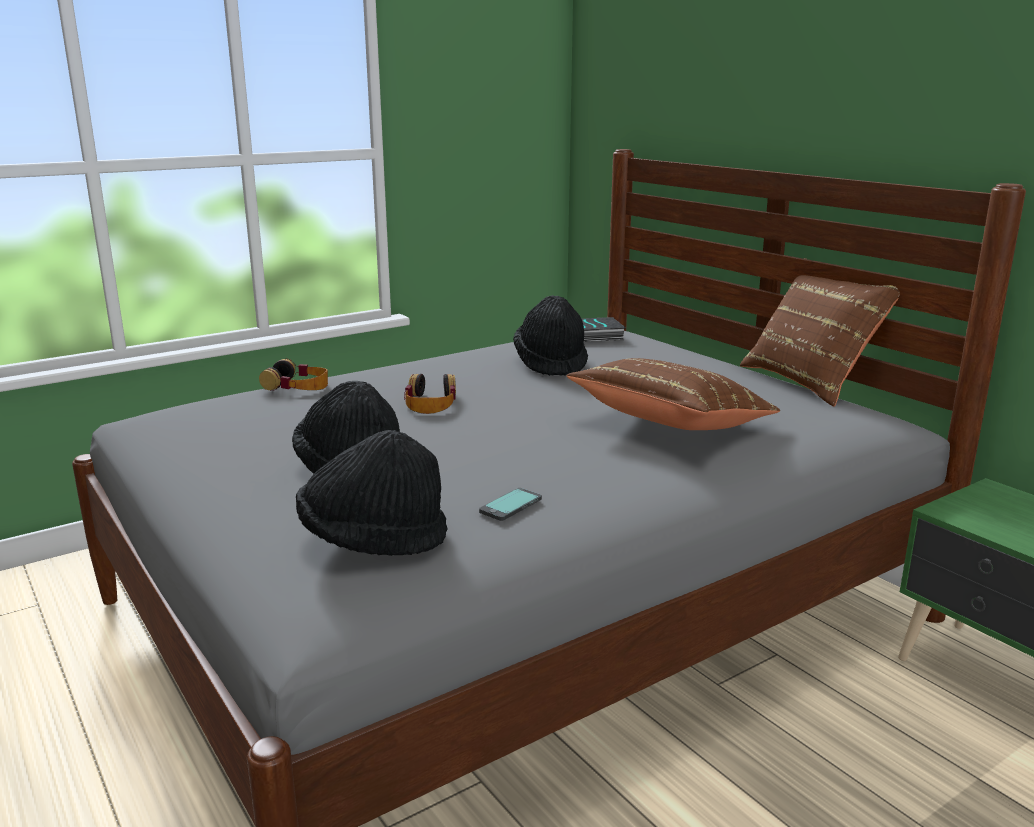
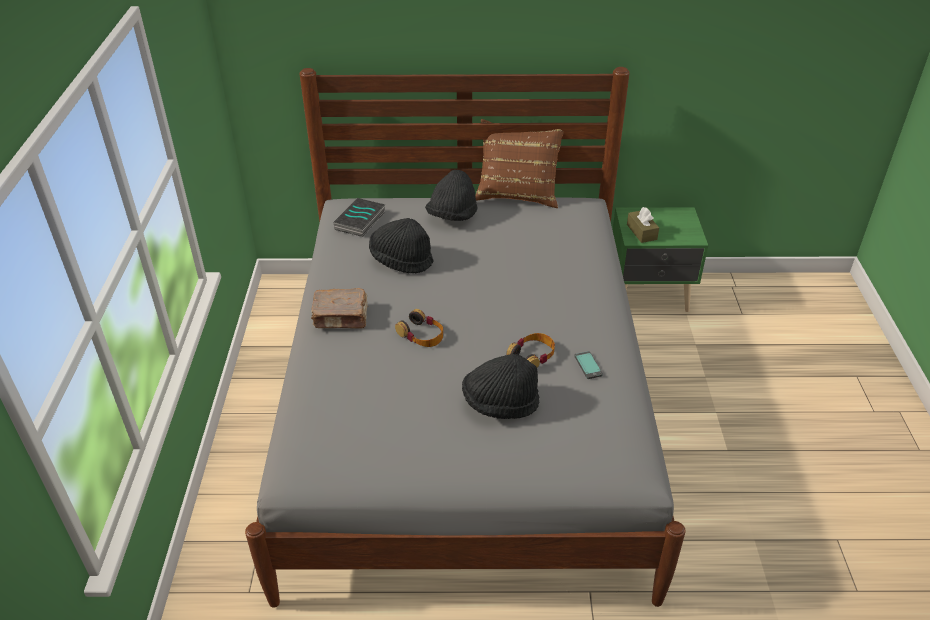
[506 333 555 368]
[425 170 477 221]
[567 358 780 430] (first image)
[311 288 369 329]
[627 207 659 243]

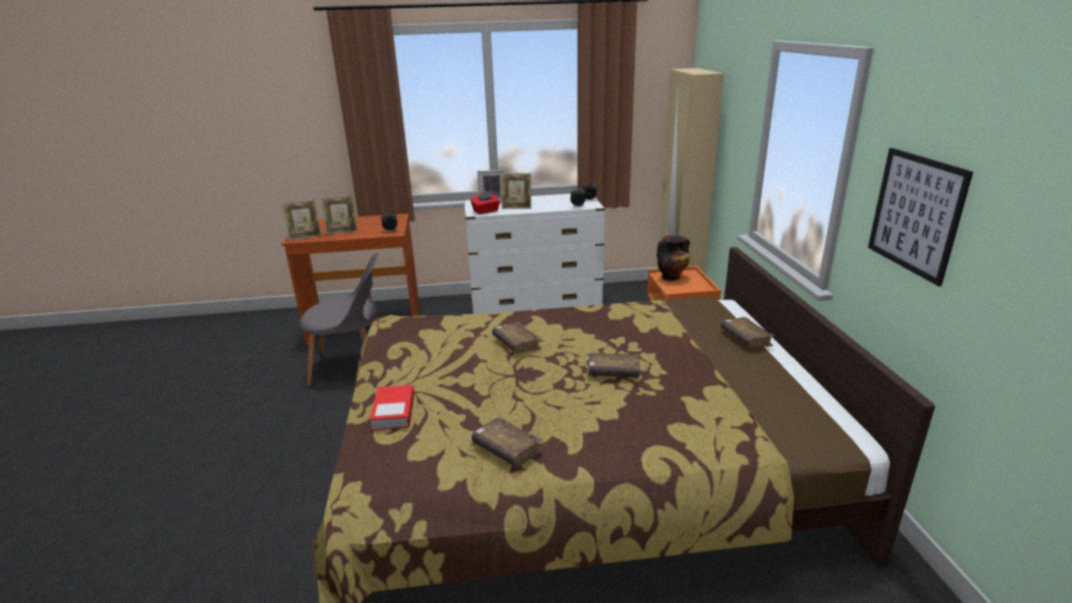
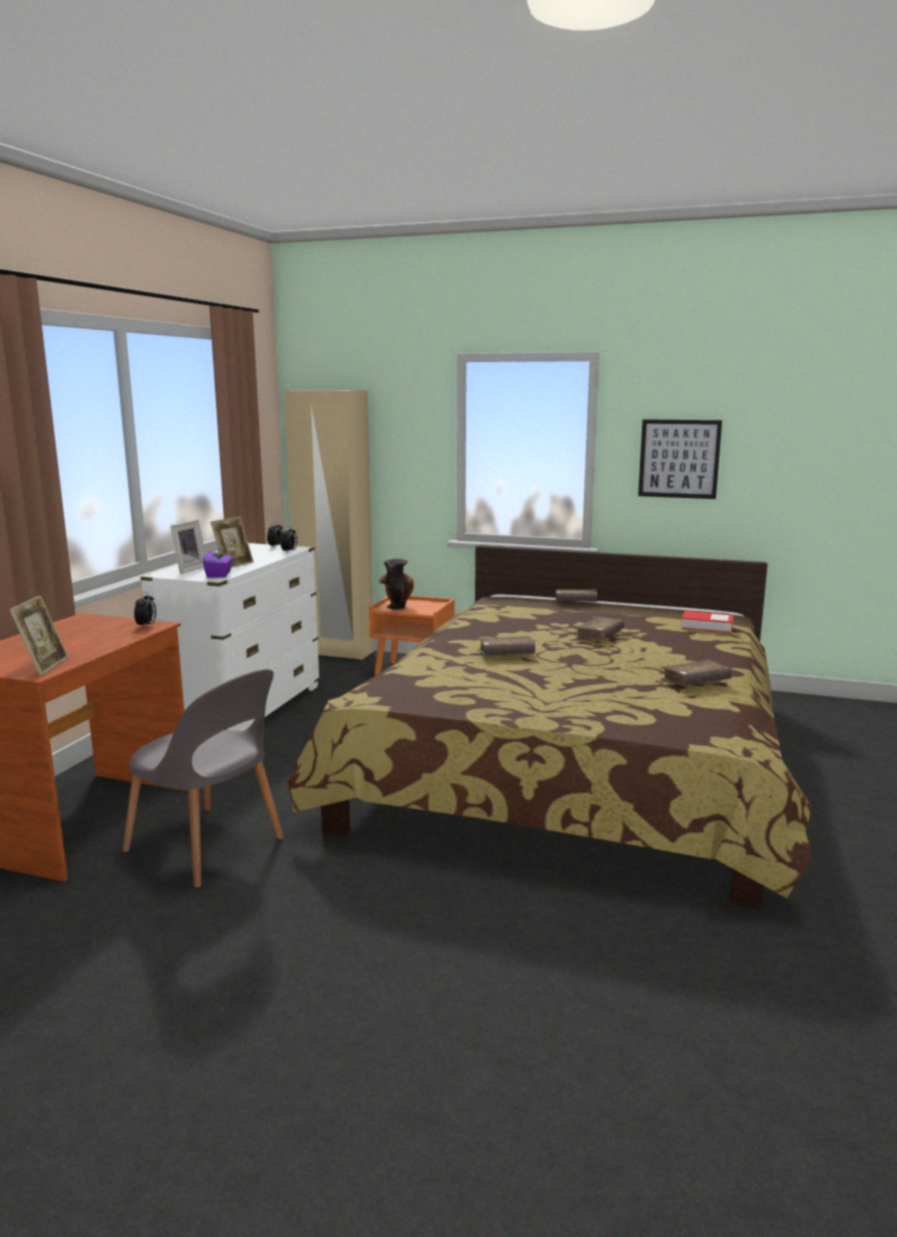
[122 669 284 888]
[321 196 358 235] (first image)
[681 611 733 633]
[203 545 233 578]

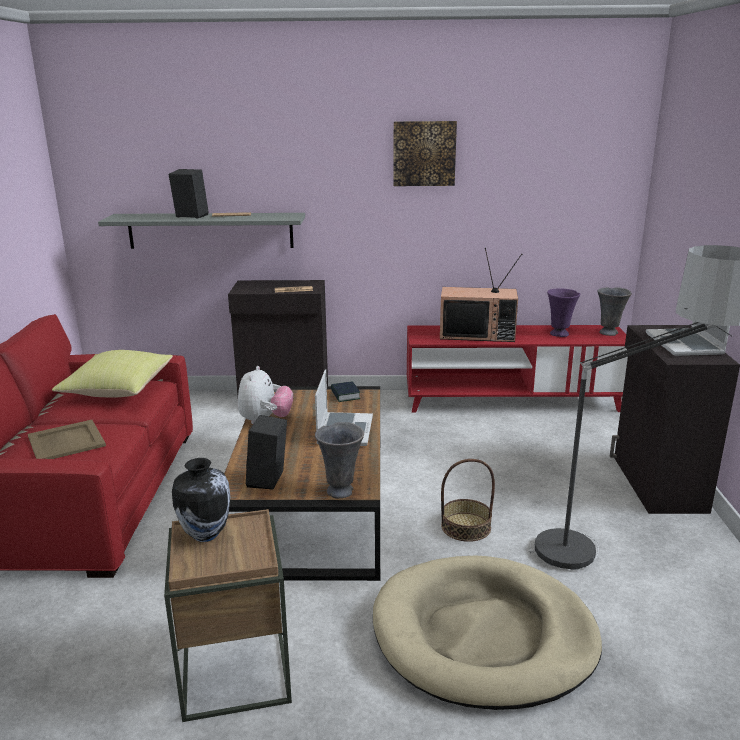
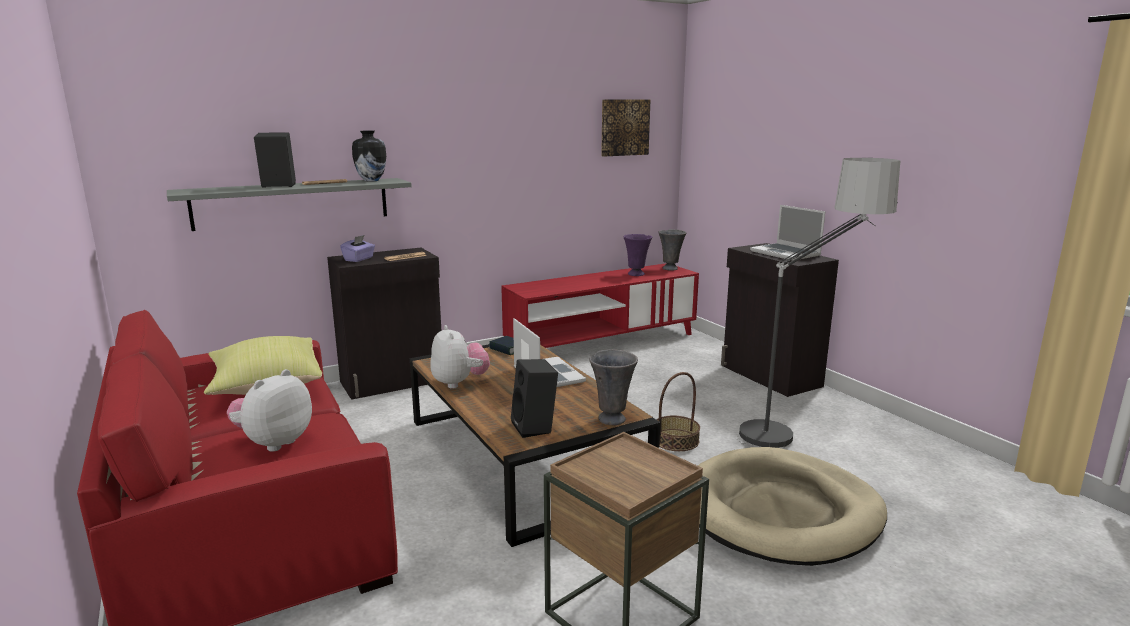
[227 369 312 452]
[352 131 386 182]
[601 99 650 157]
[440 248 522 342] (first image)
[340 235 375 262]

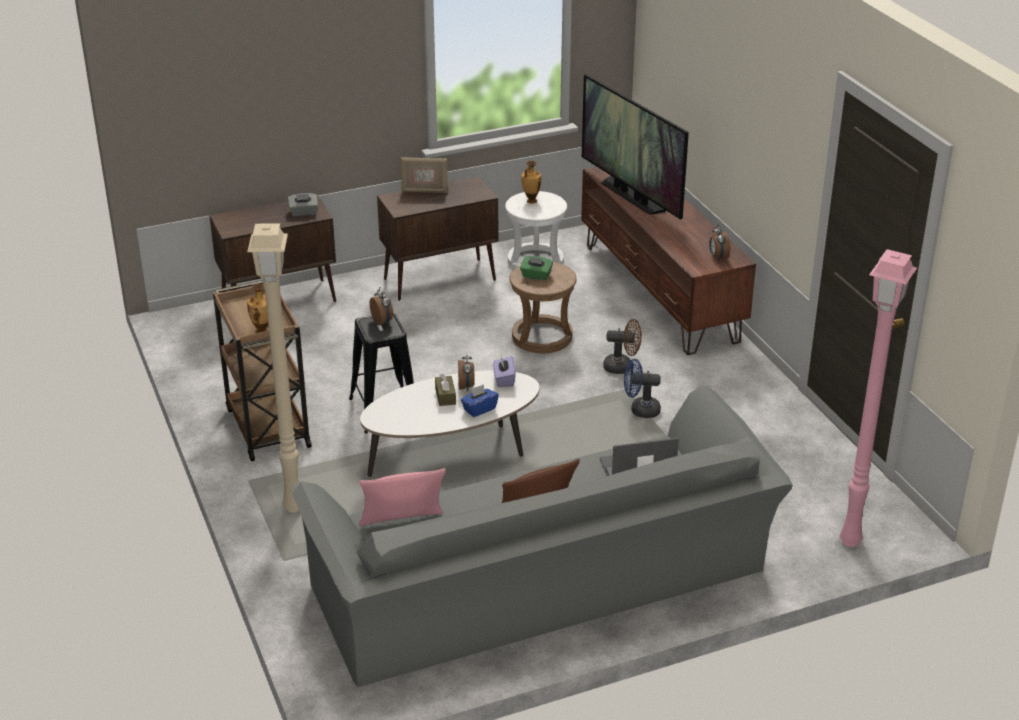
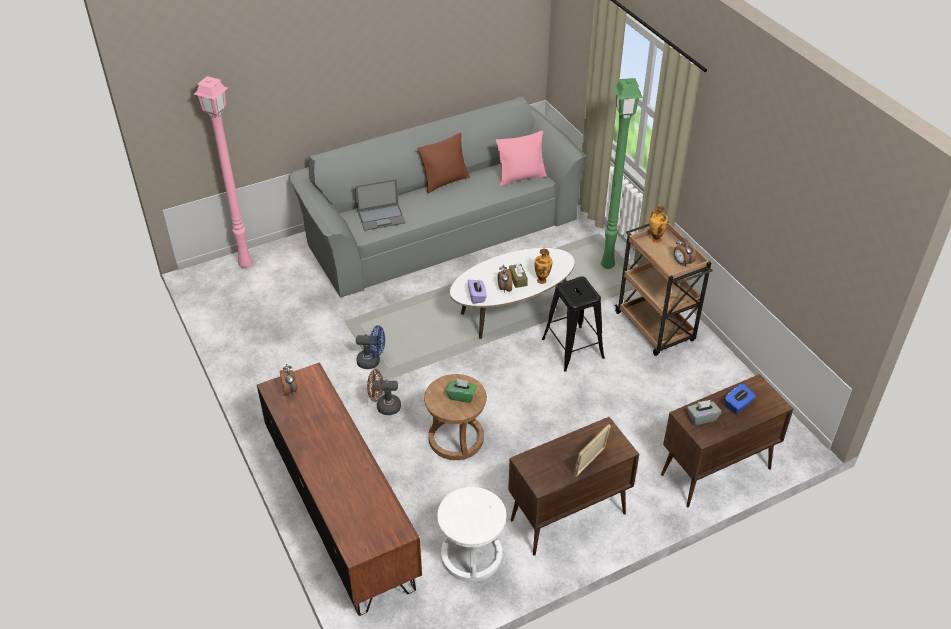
[601 78 643 269]
[674 238 696 266]
[573 424 611 477]
[724 384 756 414]
[534 249 552 284]
[582 74 689 219] (first image)

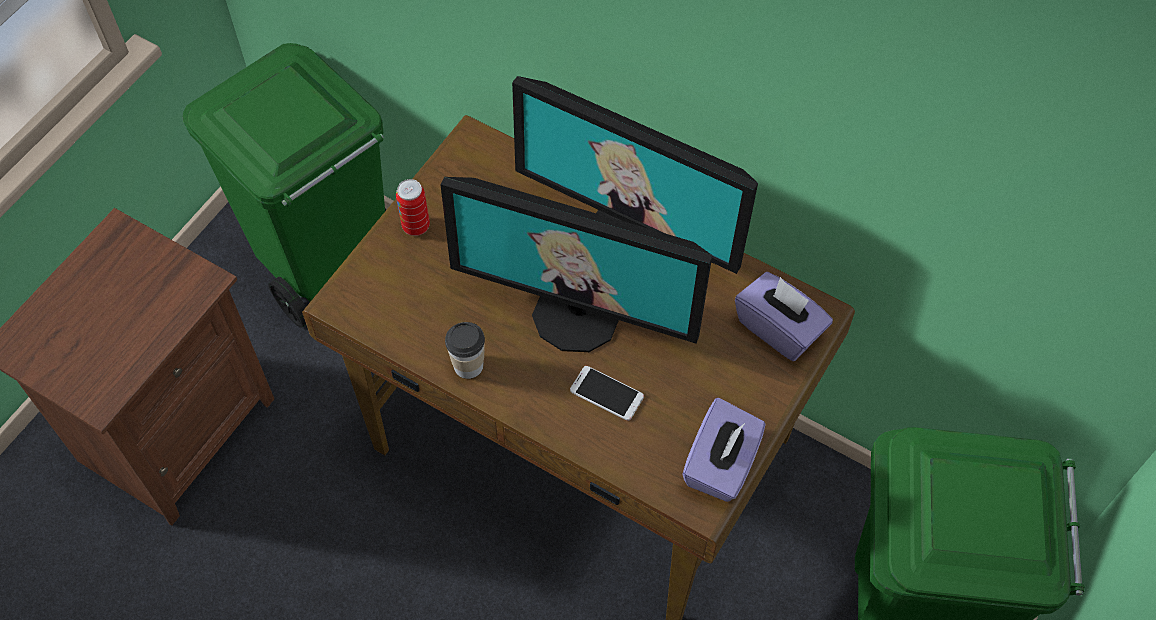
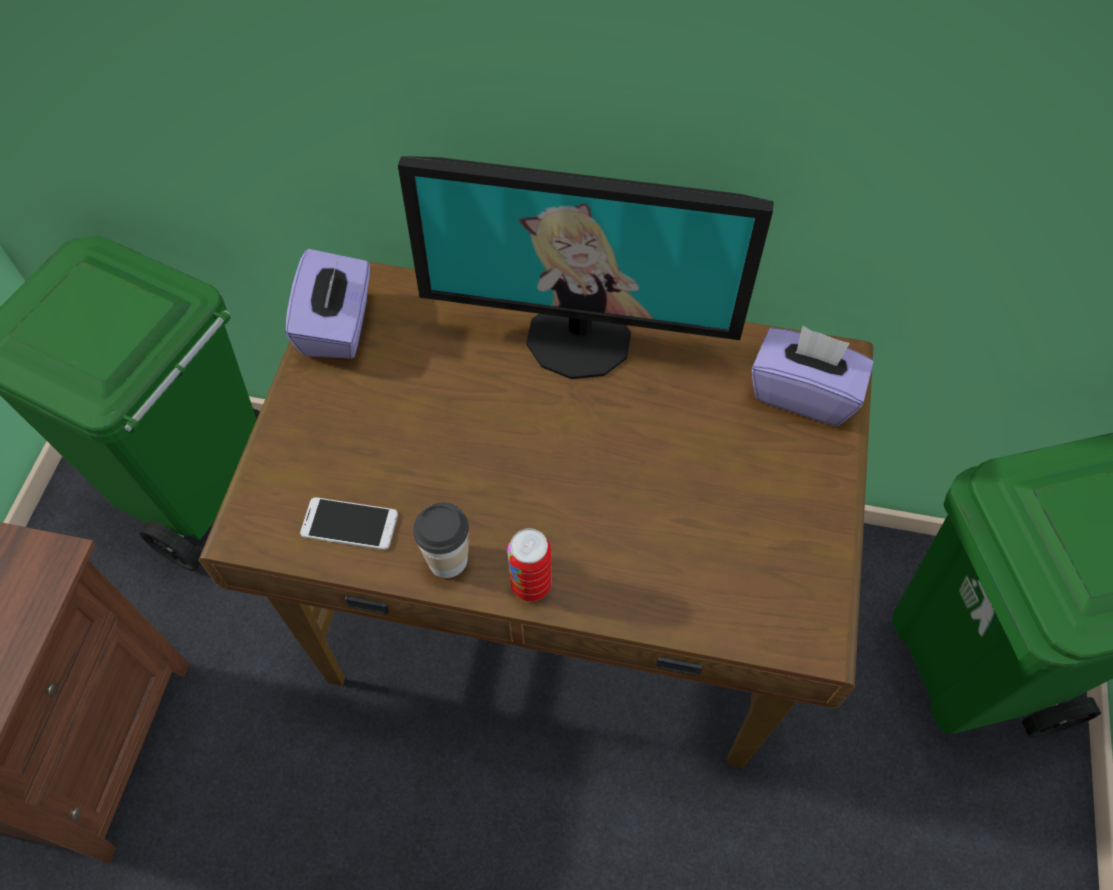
[507 528 552 601]
[440 177 712 352] (first image)
[300 497 398 550]
[286 249 370 359]

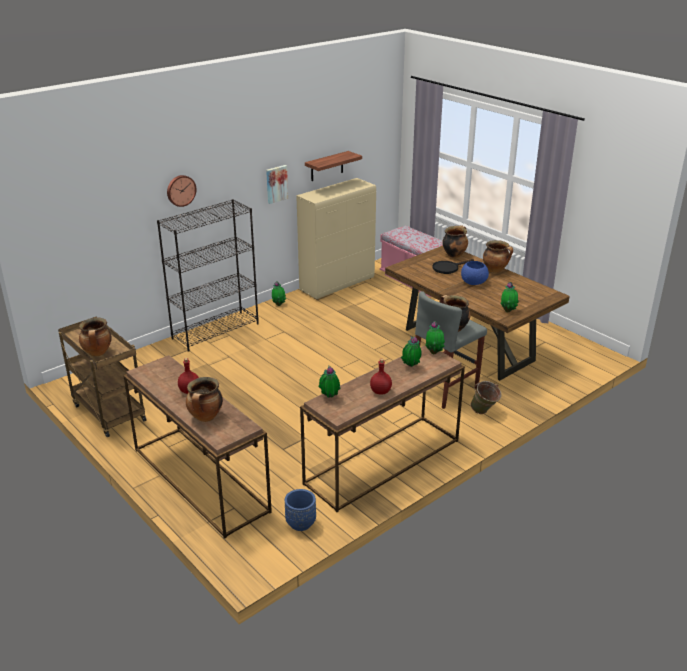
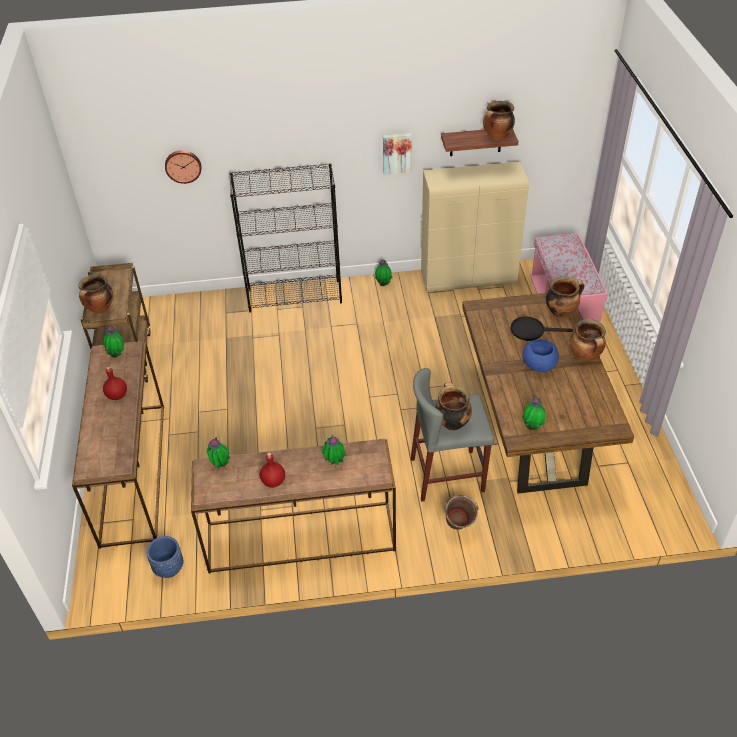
[165 150 201 184]
[483 101 515 140]
[104 326 124 358]

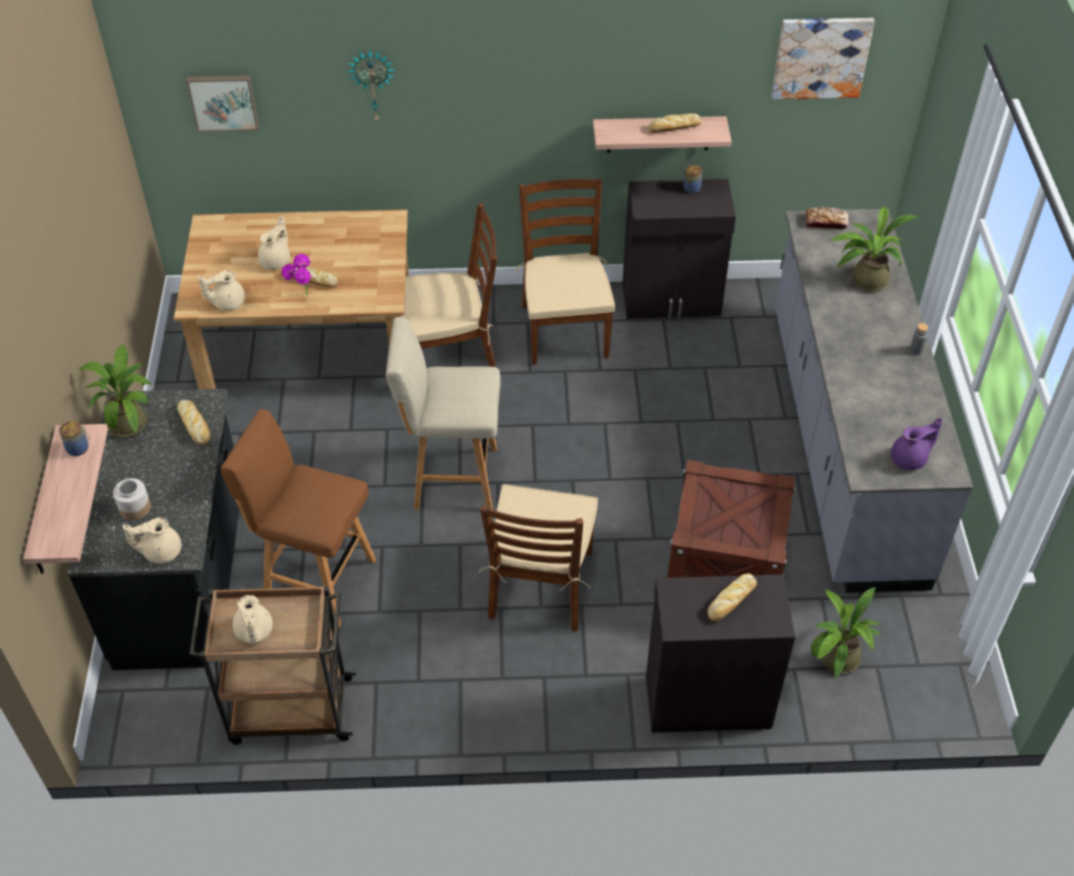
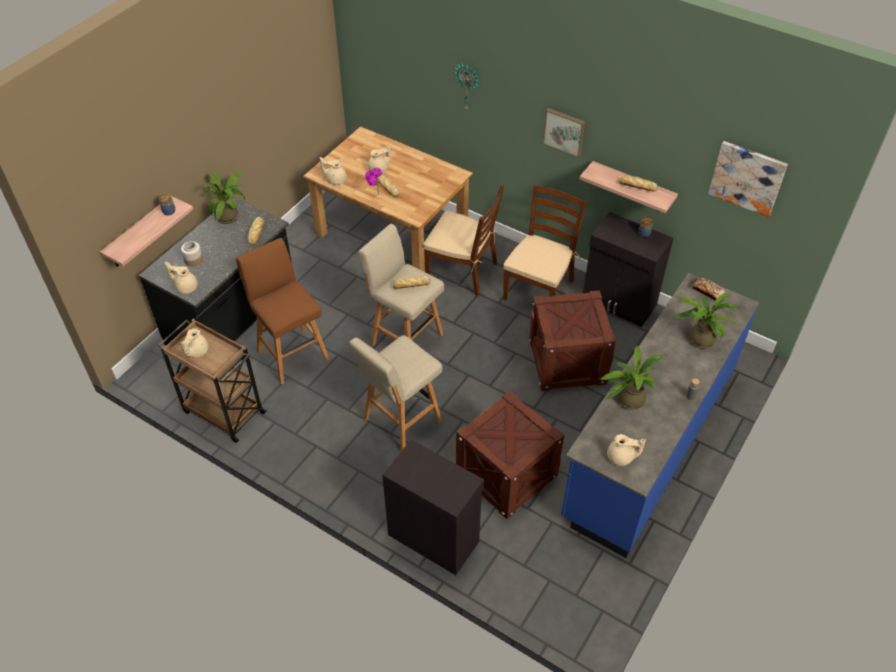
[543 108 585 158]
[350 335 442 451]
[393 276 431 289]
[561 273 759 558]
[600 345 665 410]
[607 434 646 466]
[529 291 616 391]

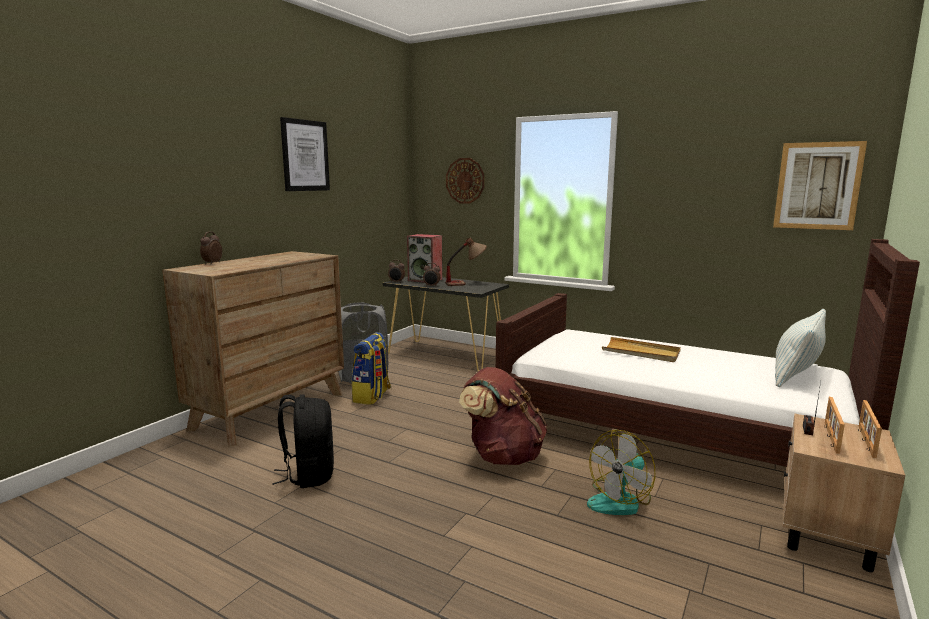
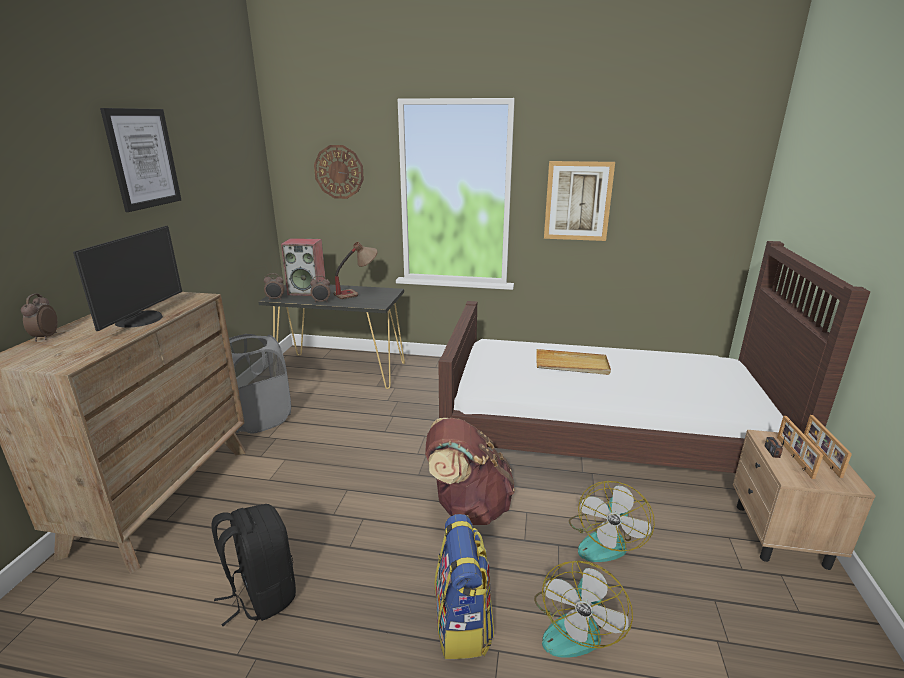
[434 514 494 659]
[544 161 615 241]
[775 309 826 387] (first image)
[73 226 182 331]
[534 561 633 658]

